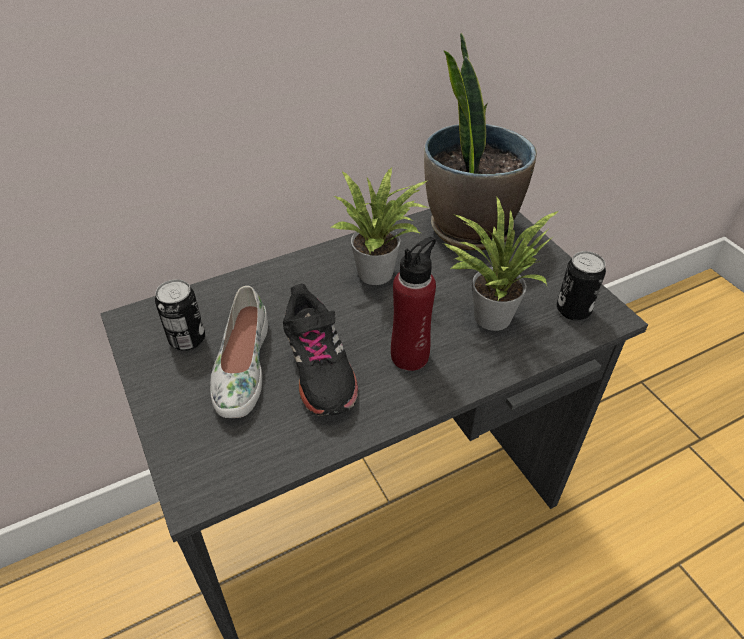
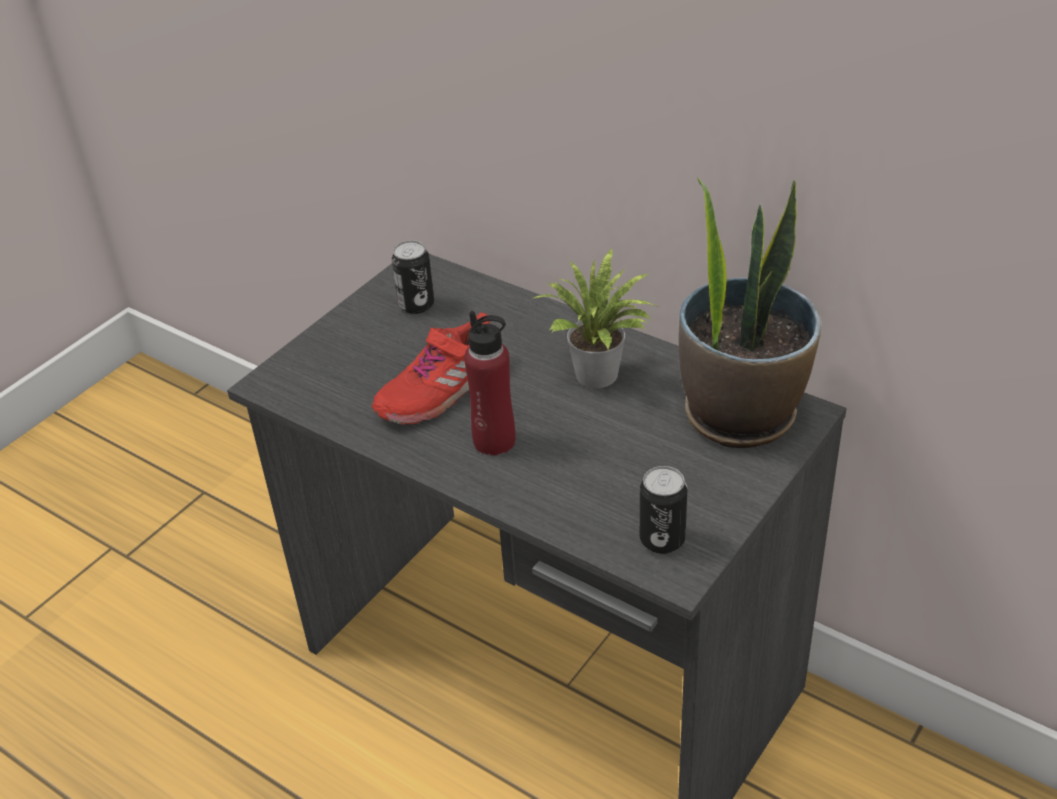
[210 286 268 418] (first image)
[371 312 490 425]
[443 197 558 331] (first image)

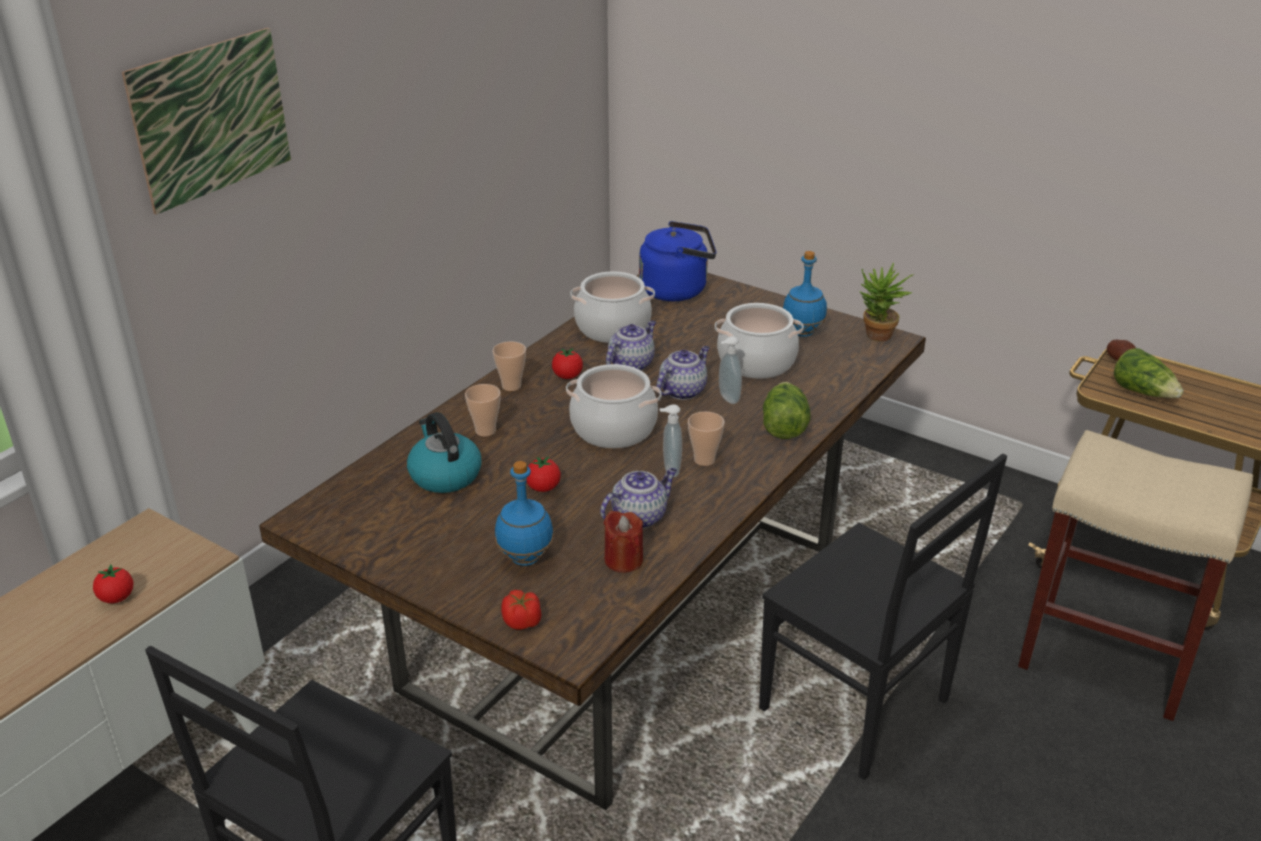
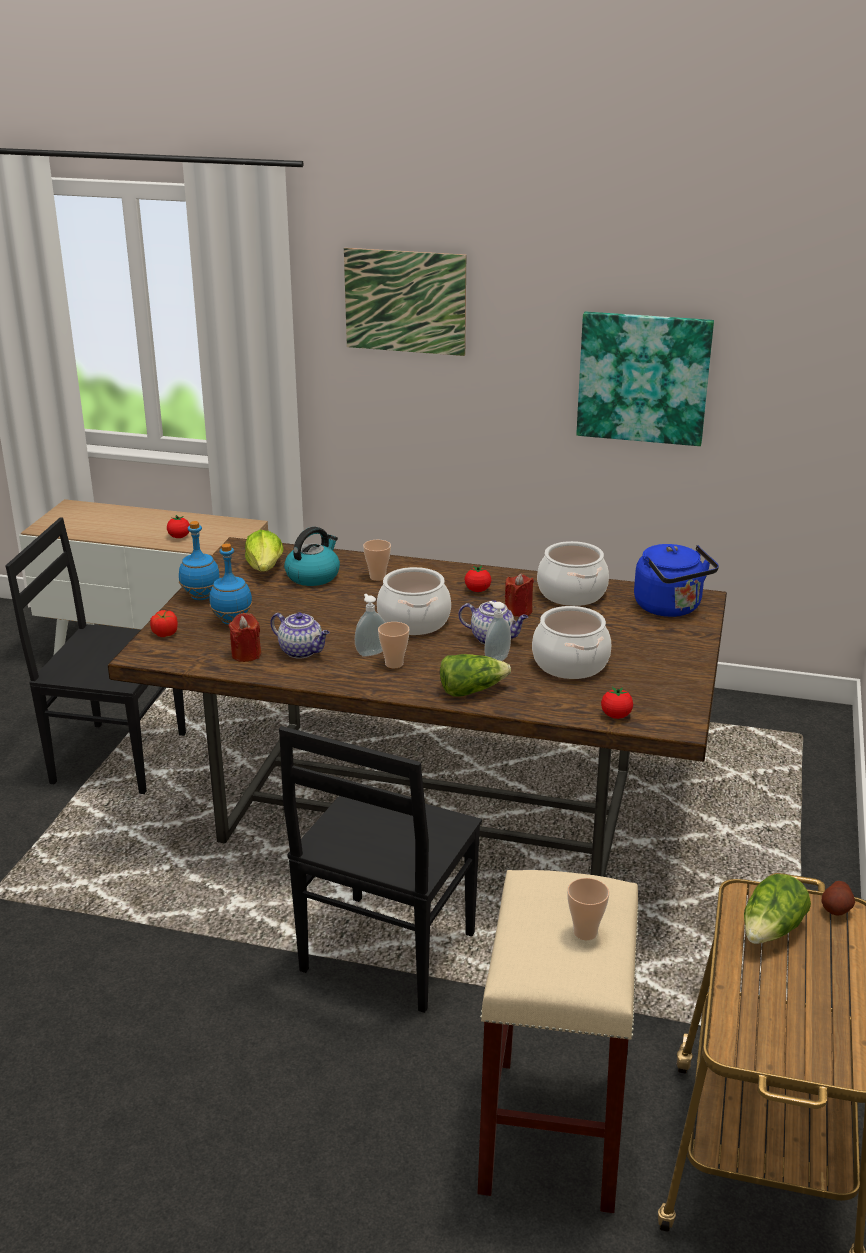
[567 878 609 940]
[601 687 633 719]
[505 574 534 617]
[179 521 220 600]
[860 263 914 341] (first image)
[245 530 283 572]
[576 312 714 446]

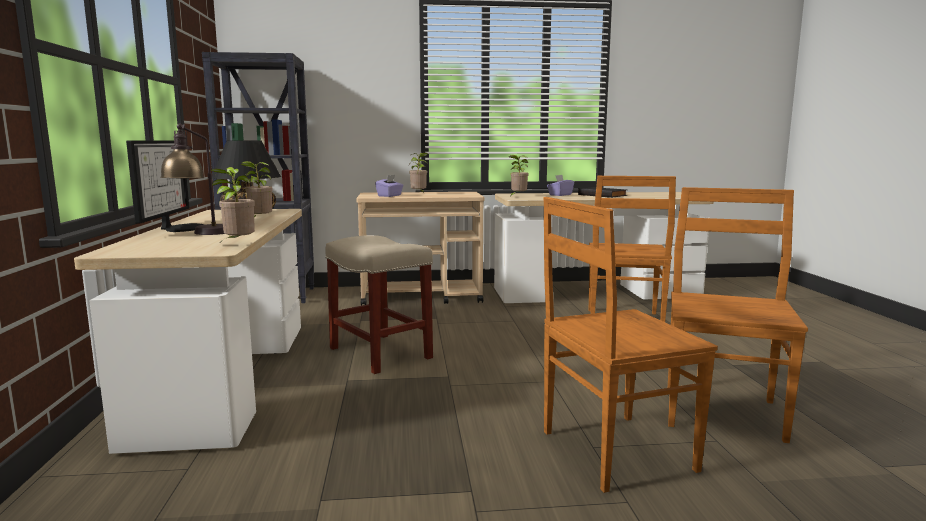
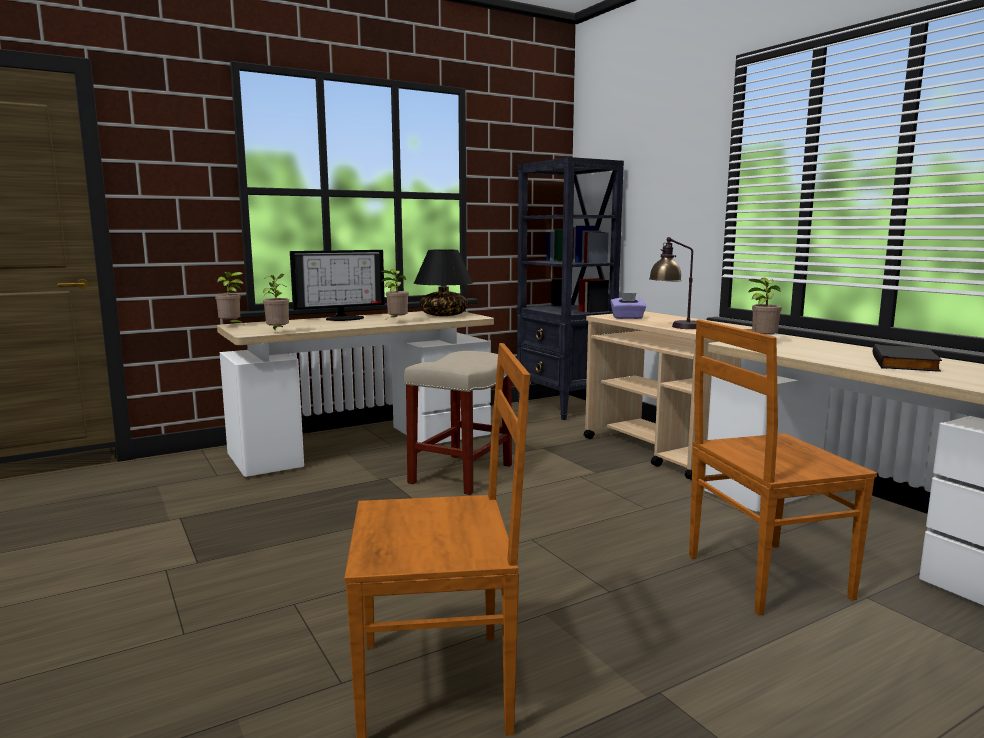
[649 237 696 329]
[215 272 244 324]
[544 197 718 493] (first image)
[547 175 574 196] (first image)

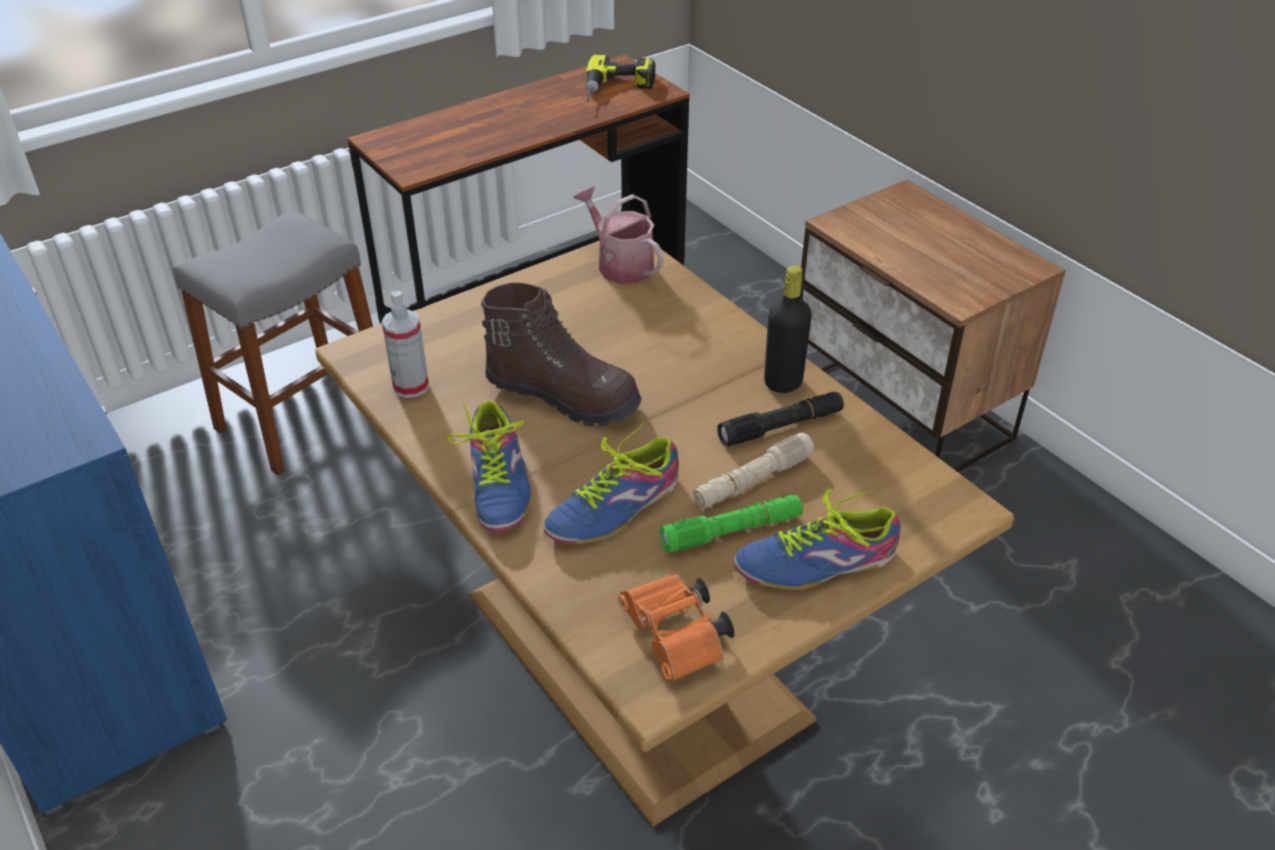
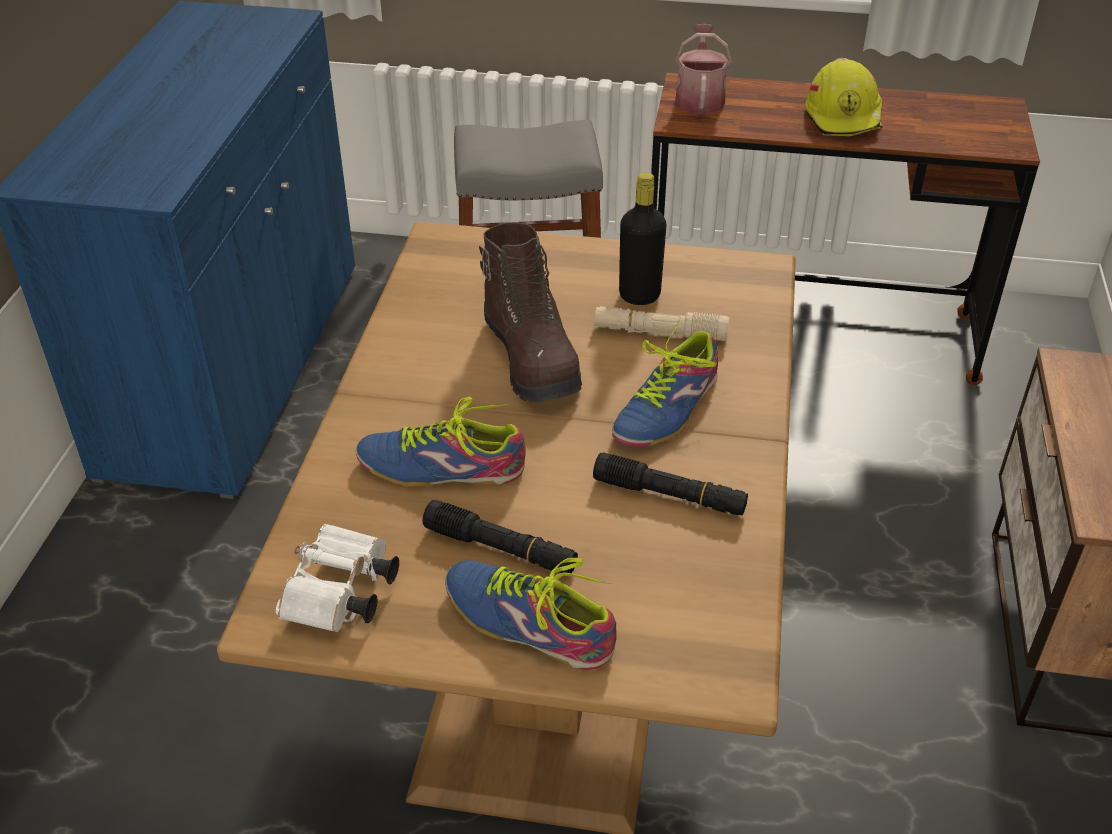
[382 291 429 398] (first image)
[612 321 718 447]
[675 24 732 114]
[586 55 655 102] (first image)
[276 524 399 633]
[422 500 578 573]
[594 306 729 341]
[619 172 666 305]
[805 58 883 136]

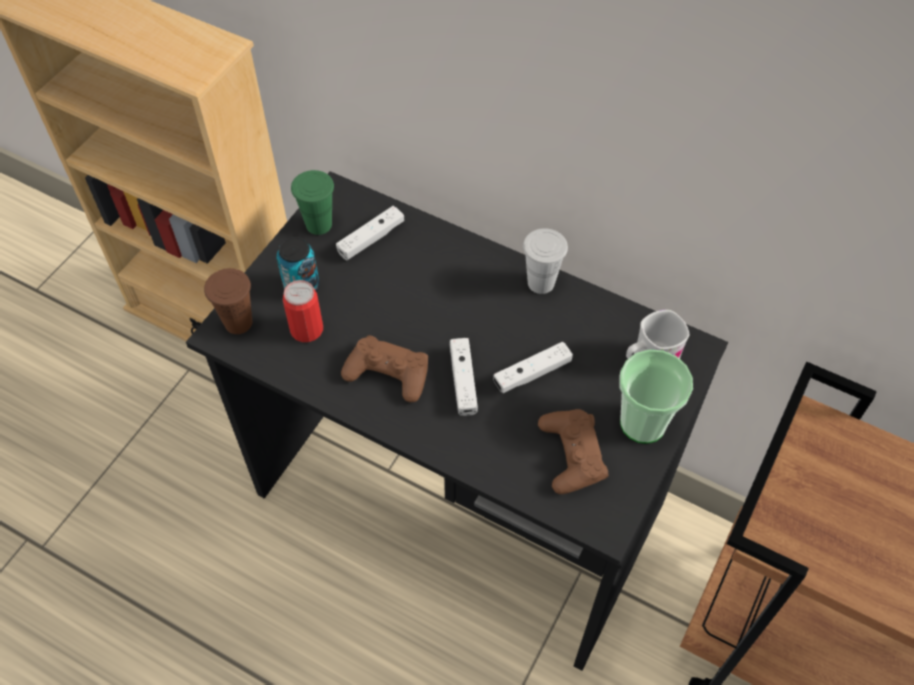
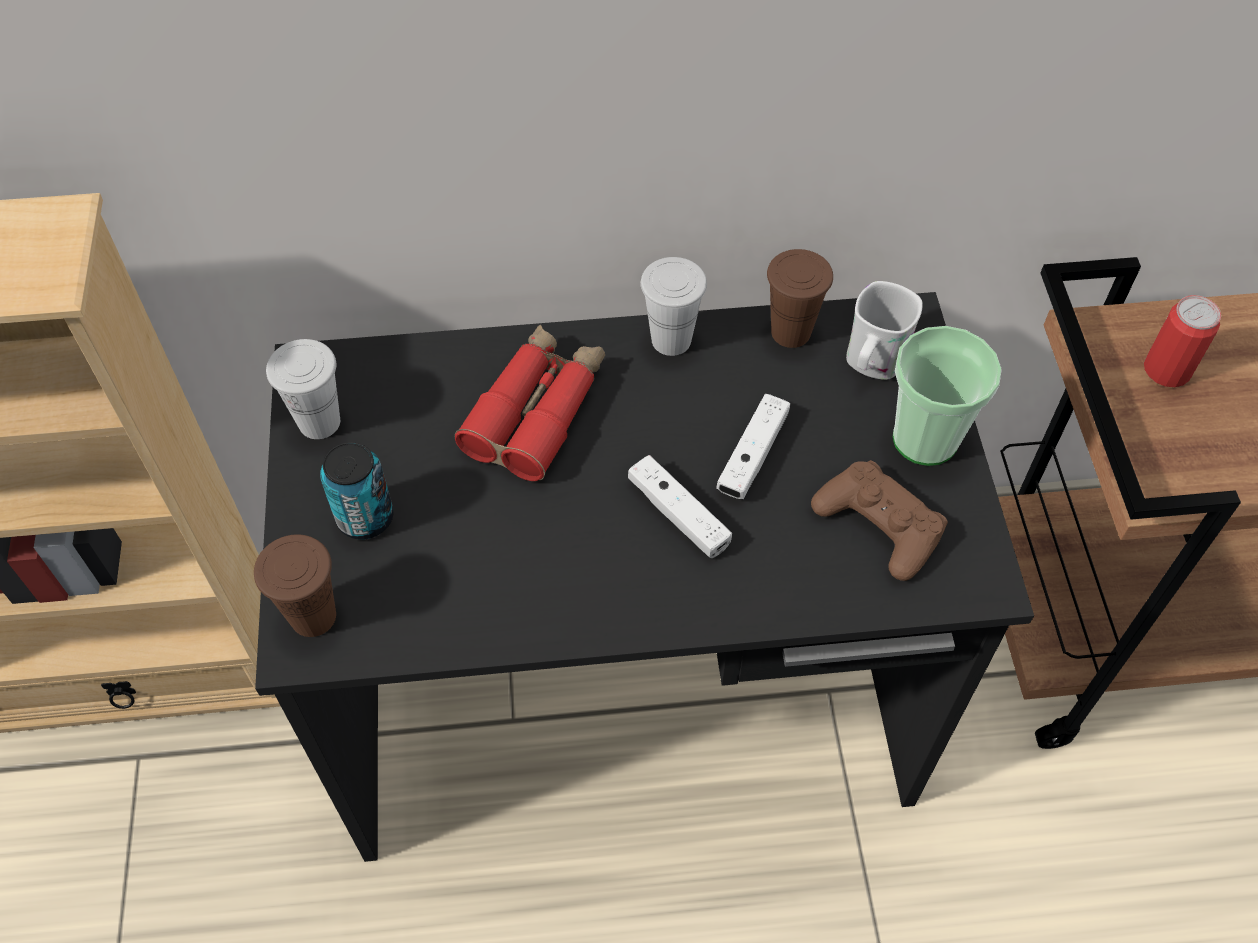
[1144 295 1221 387]
[266 339 340 439]
[336 206 405 261] (first image)
[341 335 428 402] (first image)
[454 325 605 481]
[767 249 833 348]

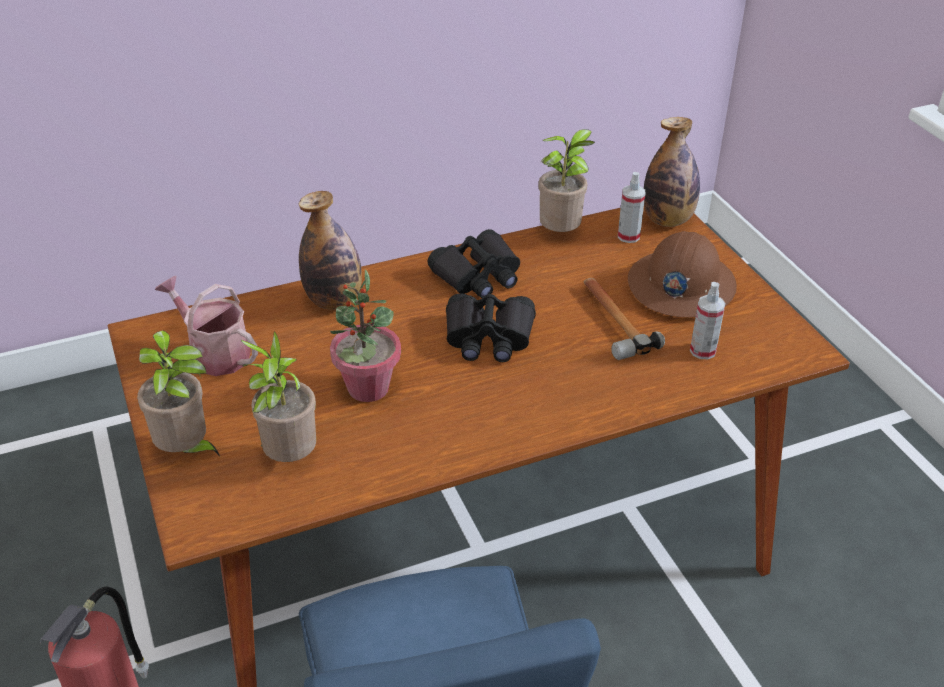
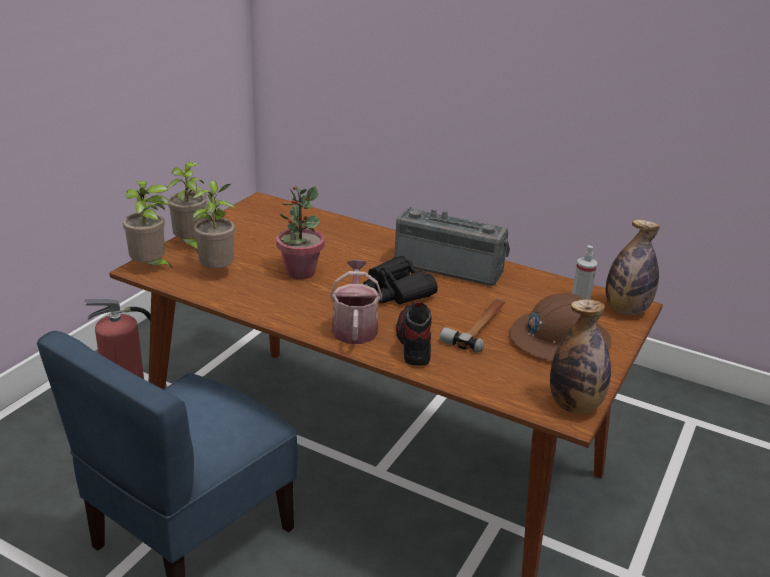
[330 260 382 344]
[550 299 611 414]
[394 207 510 286]
[123 181 173 269]
[690 282 726 359] (first image)
[396 302 432 365]

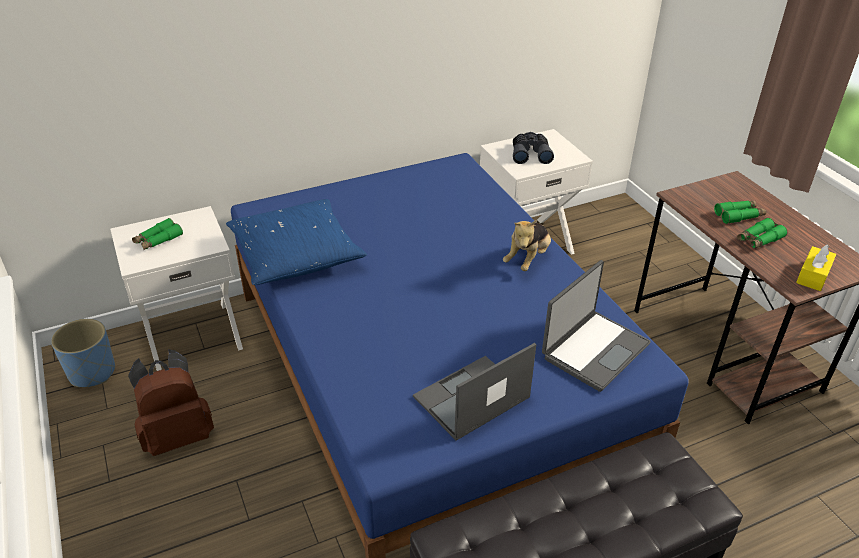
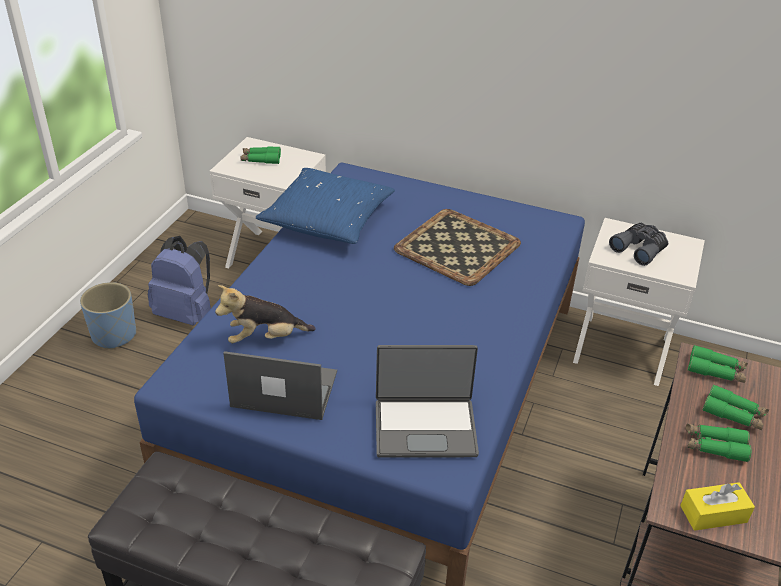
[80 282 136 349]
[148 236 211 325]
[215 285 316 343]
[394 209 521 286]
[688 345 748 383]

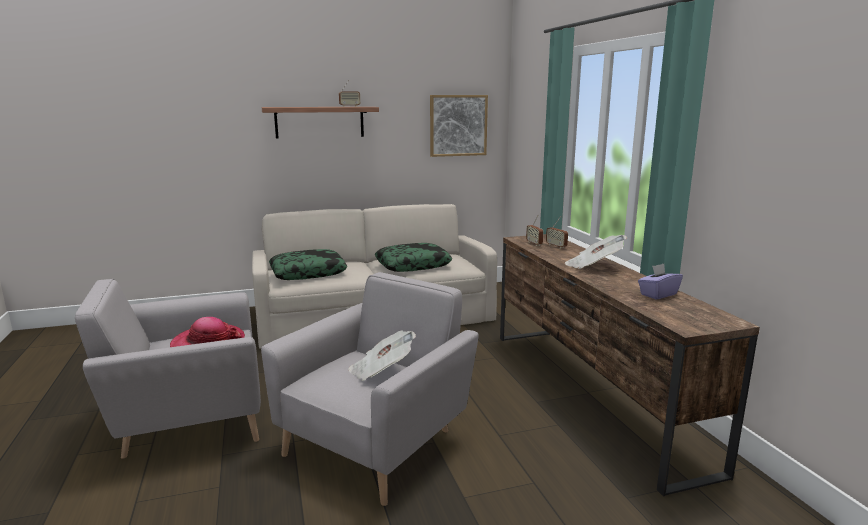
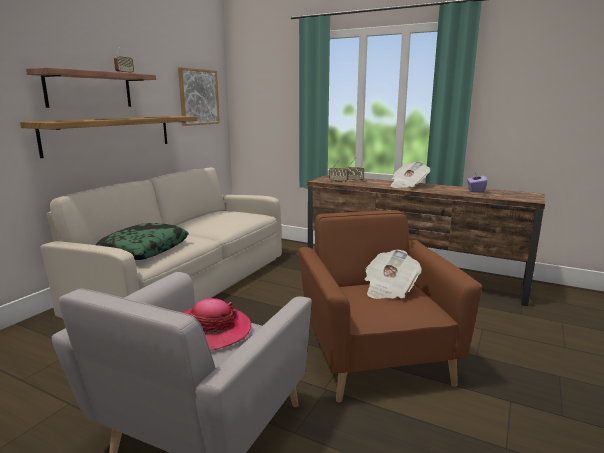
[299 210 482 402]
[375 243 452 272] (first image)
[20 116 197 158]

